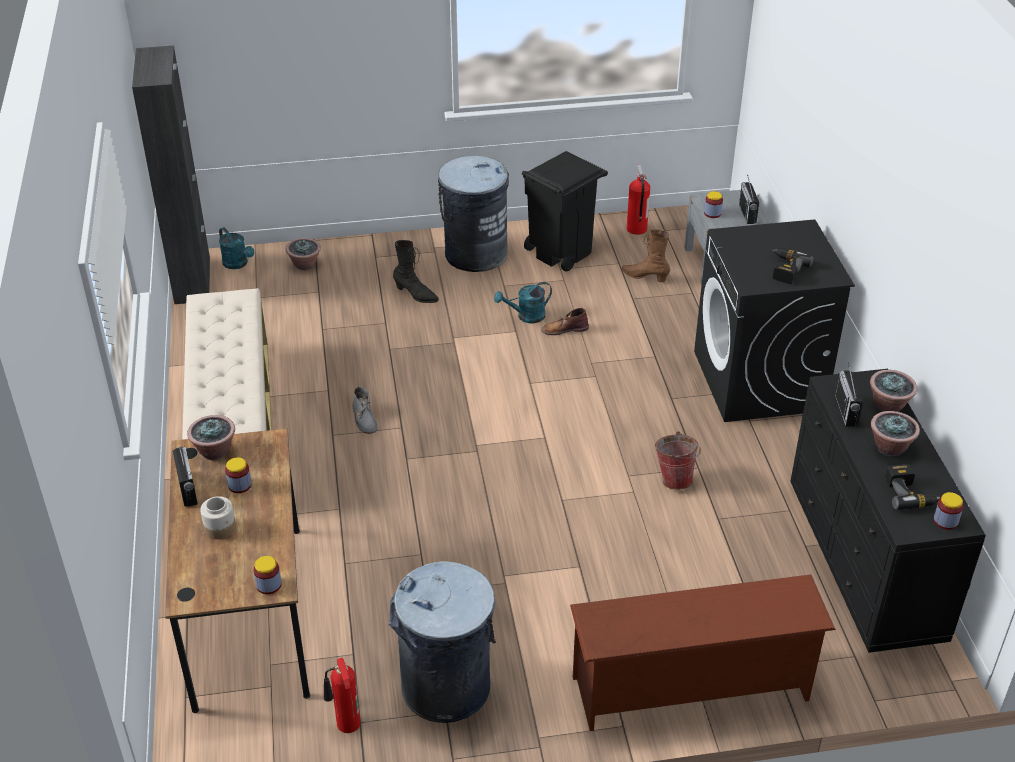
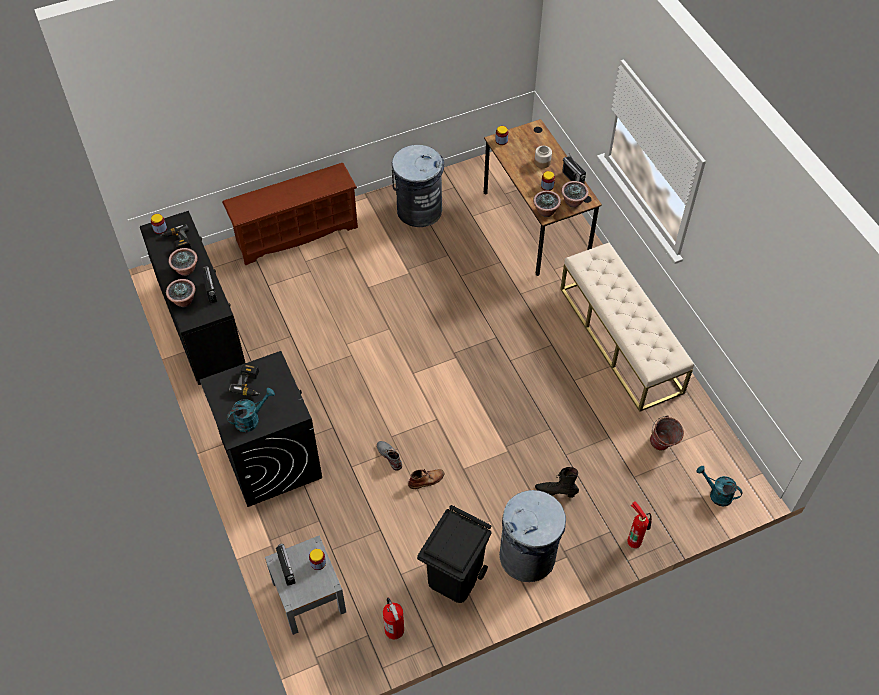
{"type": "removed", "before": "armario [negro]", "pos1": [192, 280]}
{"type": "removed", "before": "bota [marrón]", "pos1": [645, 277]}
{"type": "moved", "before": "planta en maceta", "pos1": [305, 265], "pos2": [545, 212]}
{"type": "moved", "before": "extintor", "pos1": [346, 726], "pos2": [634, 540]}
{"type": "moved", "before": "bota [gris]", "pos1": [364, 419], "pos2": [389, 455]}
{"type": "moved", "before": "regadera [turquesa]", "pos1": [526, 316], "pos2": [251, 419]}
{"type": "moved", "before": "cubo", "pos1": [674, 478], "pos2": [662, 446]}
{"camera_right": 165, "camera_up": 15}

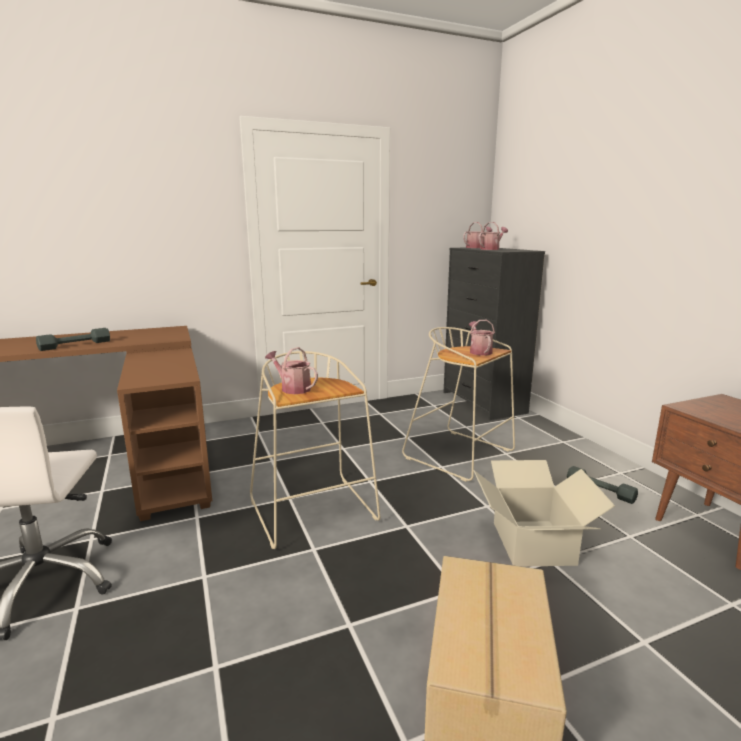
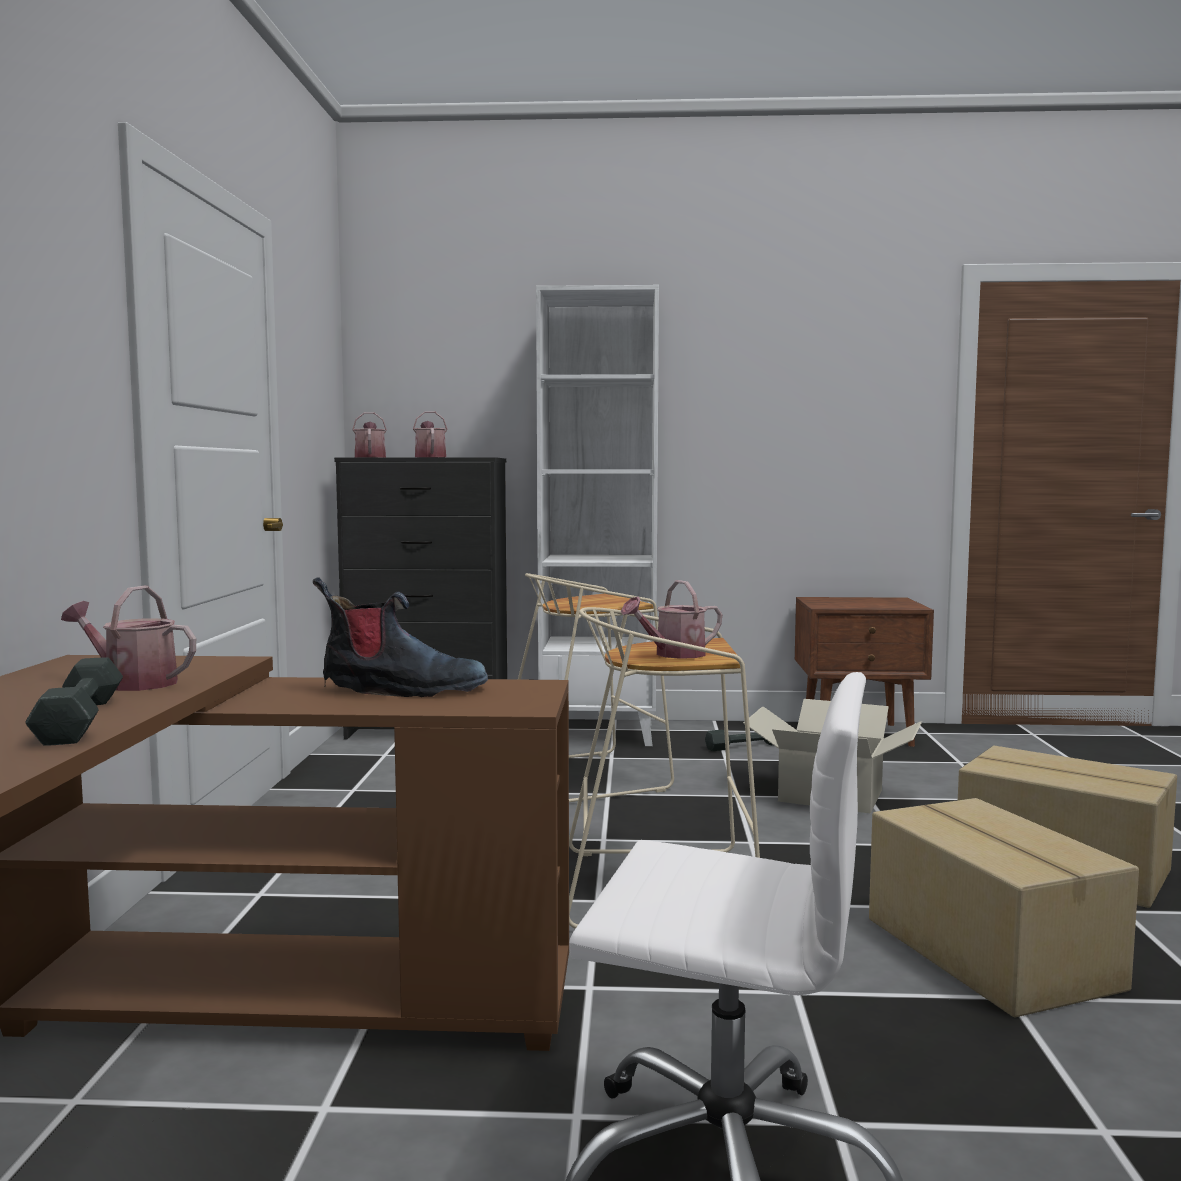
{"type": "added", "after": "bota", "pos2": [401, 690]}
{"type": "added", "after": "estantería [blanco]", "pos2": [600, 733]}
{"type": "added", "after": "caja de cartón", "pos2": [988, 953]}
{"type": "moved", "before": "regadera", "pos1": [479, 351], "pos2": [133, 683]}
{"camera_right": -65, "camera_up": -10}

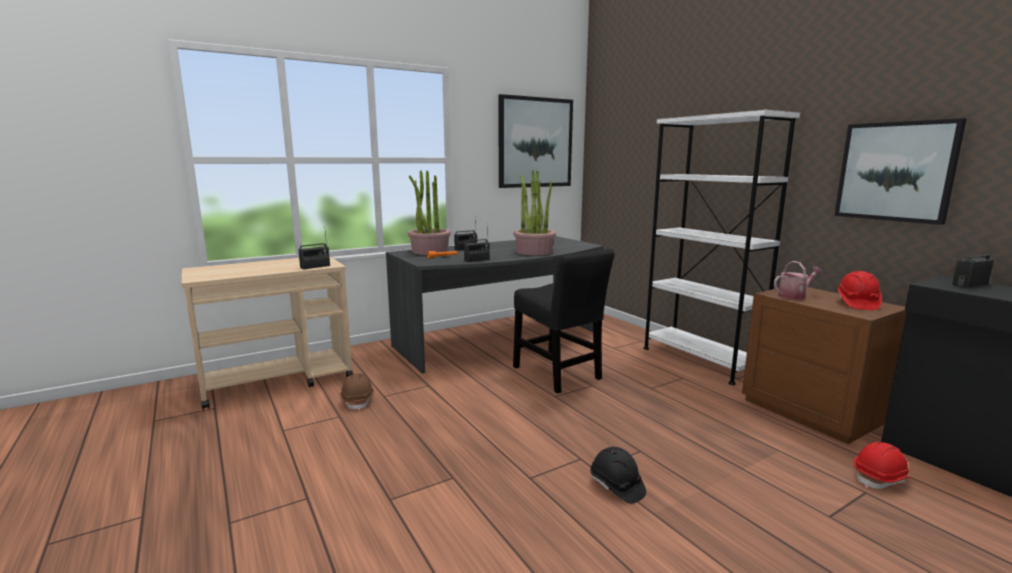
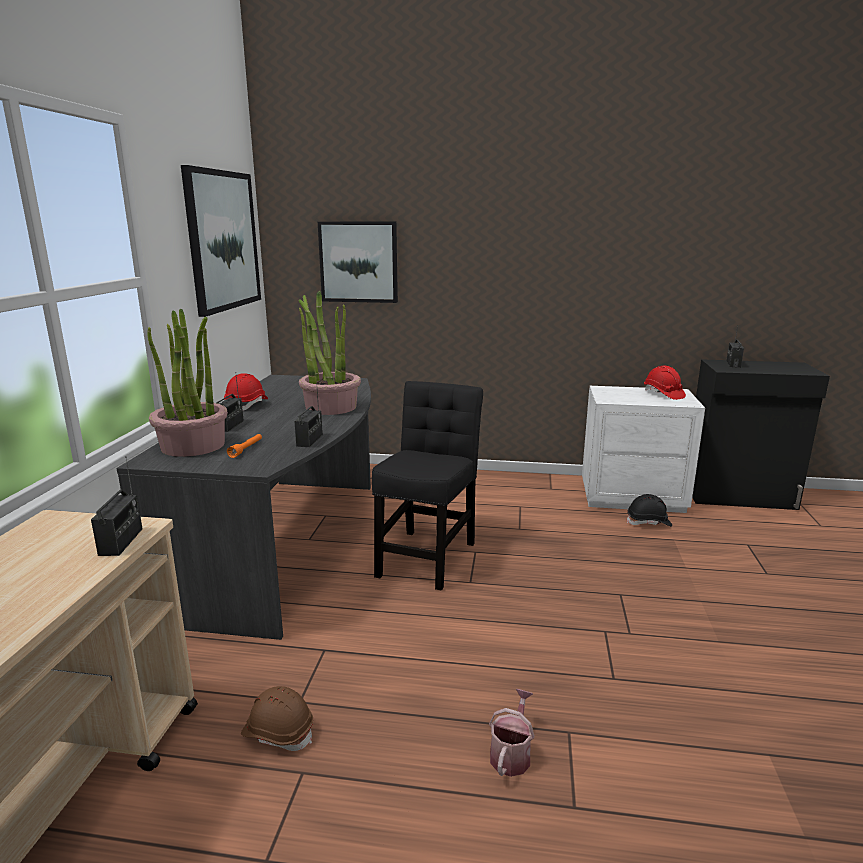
{"type": "removed", "before": "estantería [blanco]", "pos1": [699, 360]}
{"type": "moved", "before": "casco [negro]", "pos1": [616, 486], "pos2": [649, 522]}
{"type": "moved", "before": "regadera", "pos1": [794, 296], "pos2": [511, 753]}
{"type": "moved", "before": "cuadro", "pos1": [895, 171], "pos2": [359, 262]}
{"type": "moved", "before": "casco [rojo]", "pos1": [881, 478], "pos2": [247, 405]}
{"type": "recoloured", "before": "mesita de noche [marrón]", "after": "mesita de noche [blanco]", "pos1": [812, 411], "pos2": [632, 496]}
{"type": "turned", "before": "silla [negro]", "pos1": [558, 375], "pos2": [427, 556], "turn": -75}
{"camera_right": -50, "camera_up": 5}

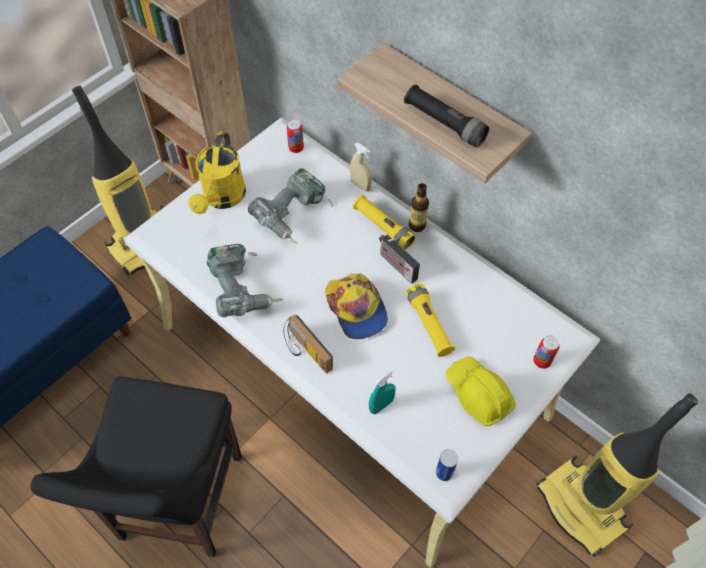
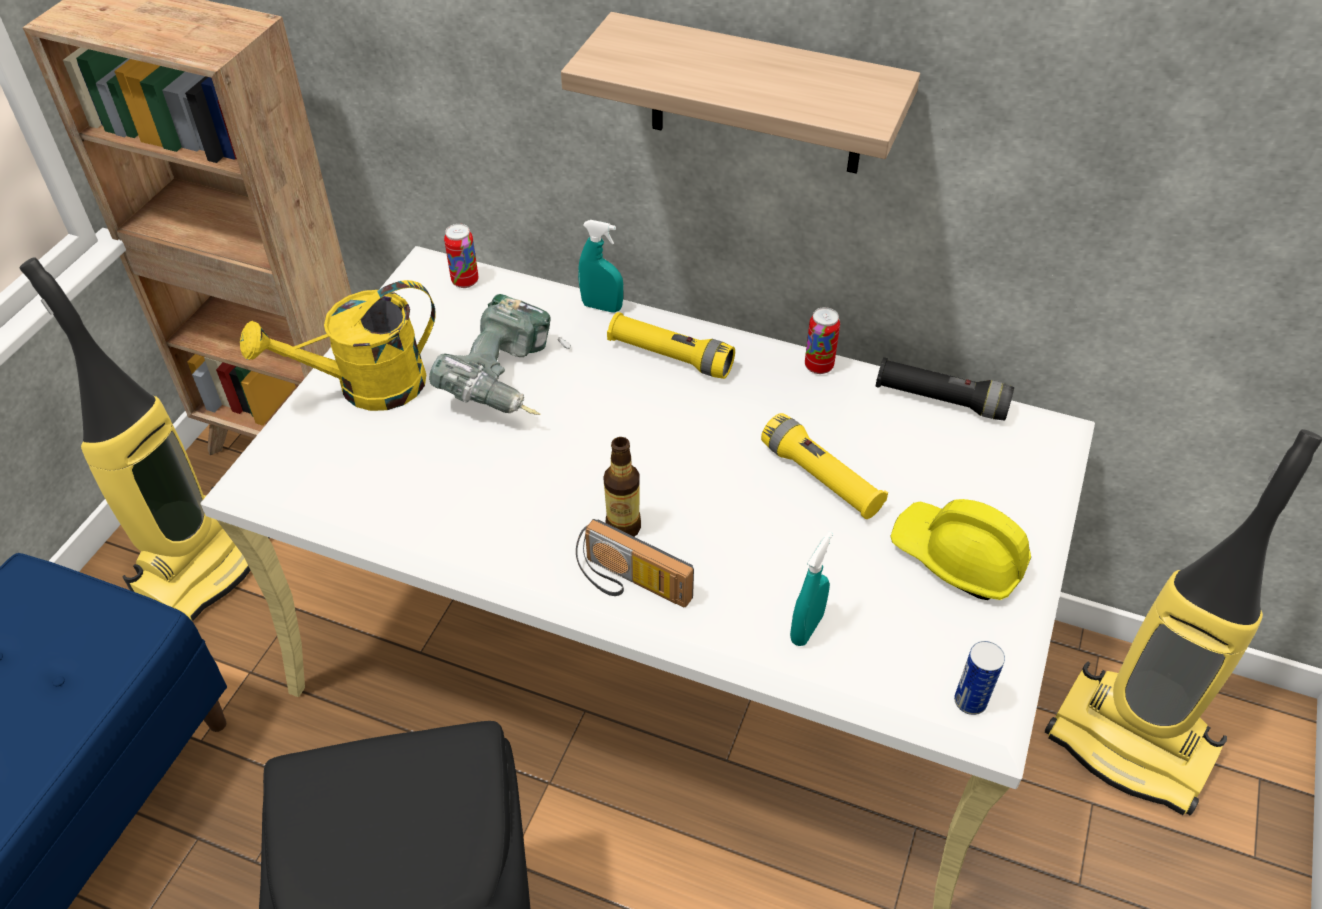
{"type": "removed", "before": "taladro", "pos1": [243, 290]}
{"type": "removed", "before": "gorra", "pos1": [356, 309]}
{"type": "removed", "before": "radio", "pos1": [396, 265]}
{"type": "moved", "before": "linterna [negro]", "pos1": [444, 123], "pos2": [940, 400]}
{"type": "moved", "before": "botella", "pos1": [417, 225], "pos2": [623, 527]}
{"type": "moved", "before": "lata", "pos1": [541, 361], "pos2": [818, 366]}
{"type": "recoloured", "before": "pulverizador [beis]", "after": "pulverizador [turquesa]", "pos1": [360, 185], "pos2": [602, 307]}
{"type": "turned", "before": "regadera [amarillo]", "pos1": [222, 198], "pos2": [366, 388], "turn": 75}
{"camera_right": -20, "camera_up": -10}

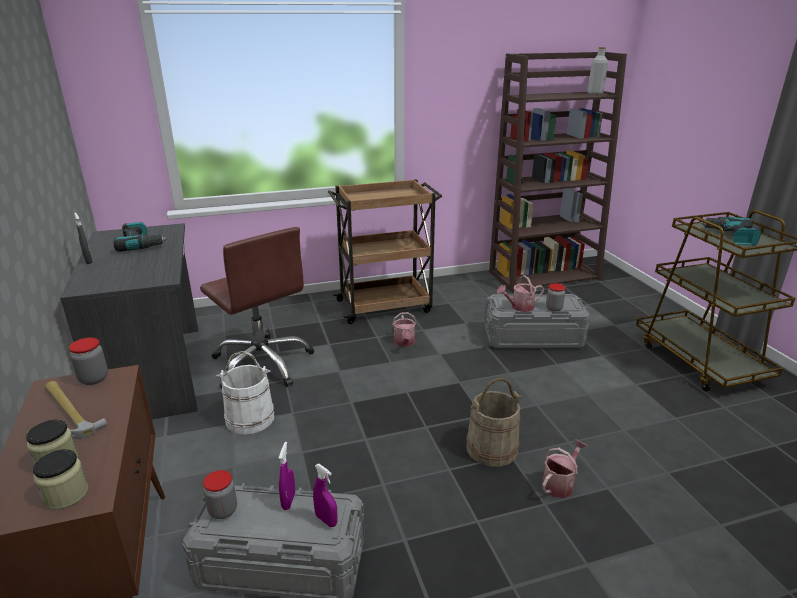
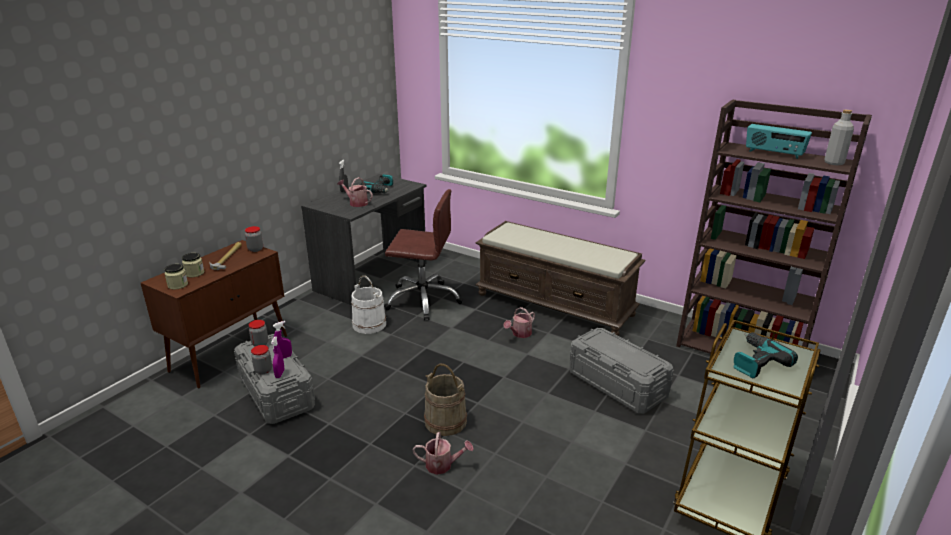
{"type": "added", "after": "radio", "pos2": [773, 154]}
{"type": "moved", "before": "regadera", "pos1": [519, 307], "pos2": [356, 203]}
{"type": "moved", "before": "tarro", "pos1": [554, 308], "pos2": [263, 370]}
{"type": "replaced", "before": "carrito [marrón]", "after": "banco [marrón]", "pos1": [385, 306], "pos2": [556, 304]}
{"type": "turned", "before": "silla de oficina [marrón]", "pos1": [262, 363], "pos2": [423, 300], "turn": -90}
{"camera_right": 50, "camera_up": 0}

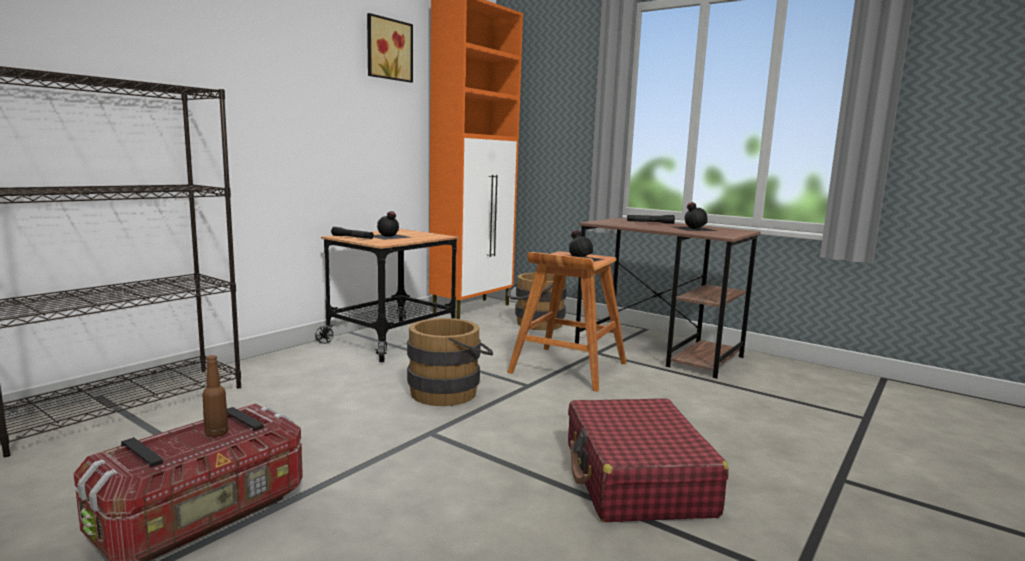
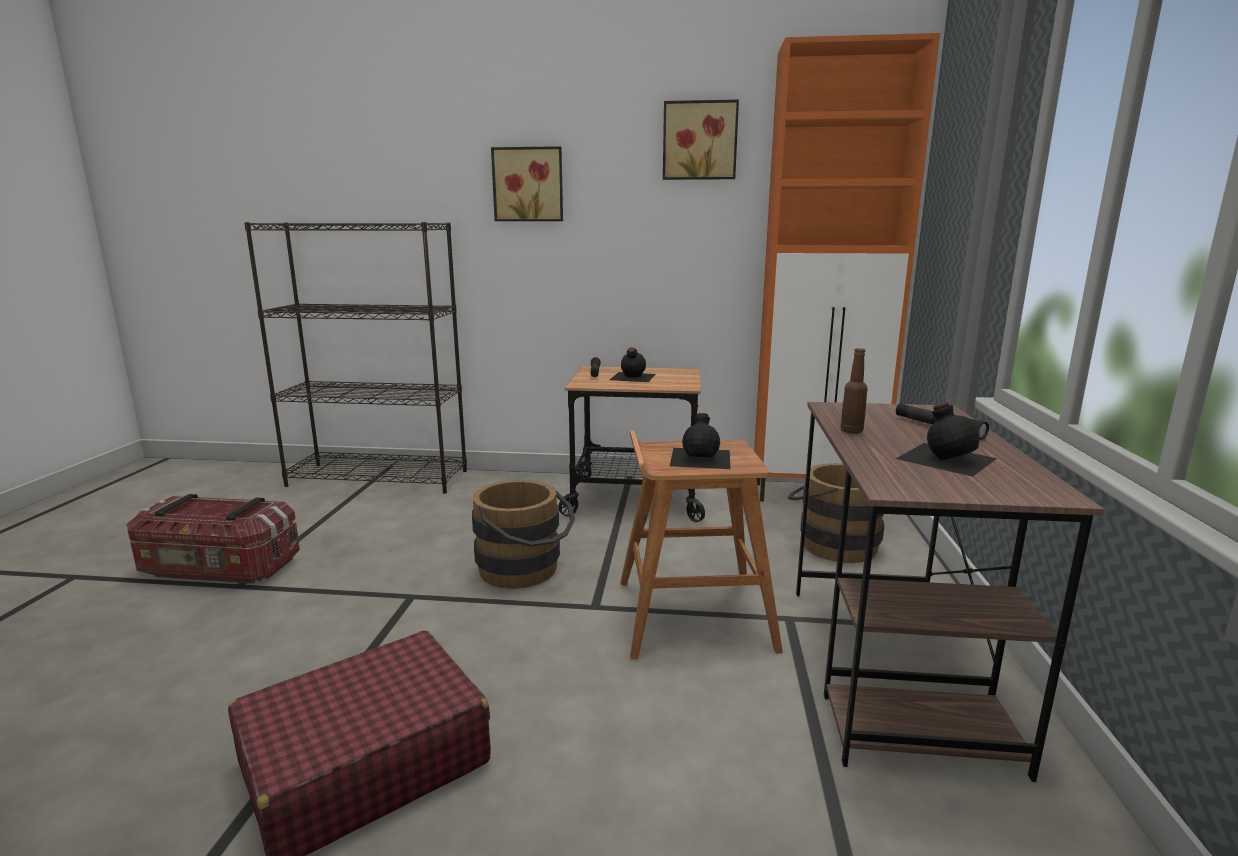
{"type": "added", "after": "cuadro", "pos2": [528, 185]}
{"type": "moved", "before": "botella [marrón]", "pos1": [216, 433], "pos2": [851, 431]}
{"camera_right": 60, "camera_up": 5}

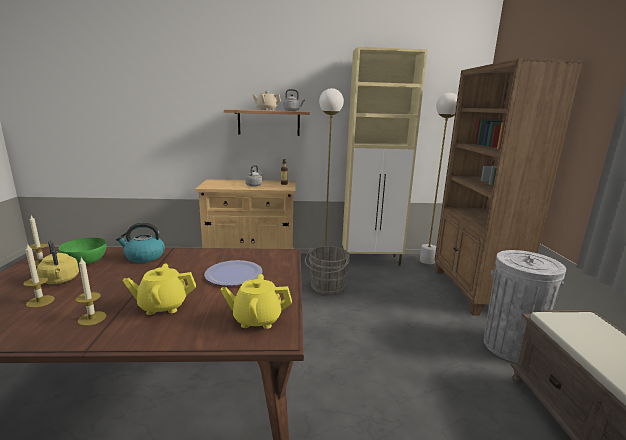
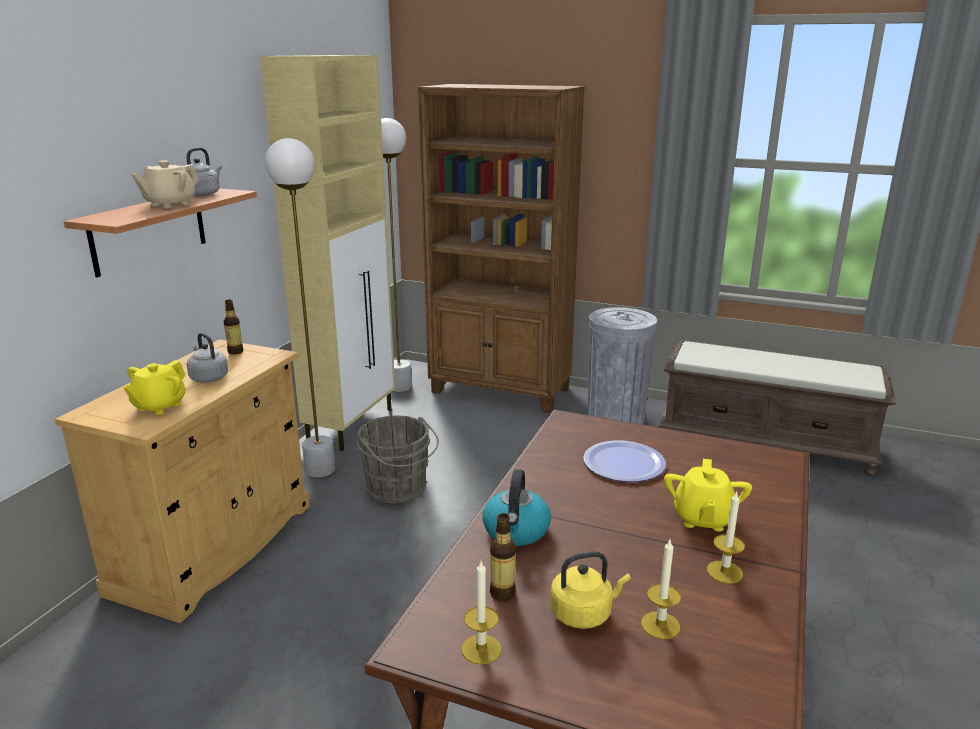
{"type": "moved", "before": "tetera [amarillo]", "pos1": [257, 319], "pos2": [159, 406]}
{"type": "replaced", "before": "cuenco [verde]", "after": "botella", "pos1": [85, 261], "pos2": [502, 593]}
{"camera_right": -65, "camera_up": 5}

